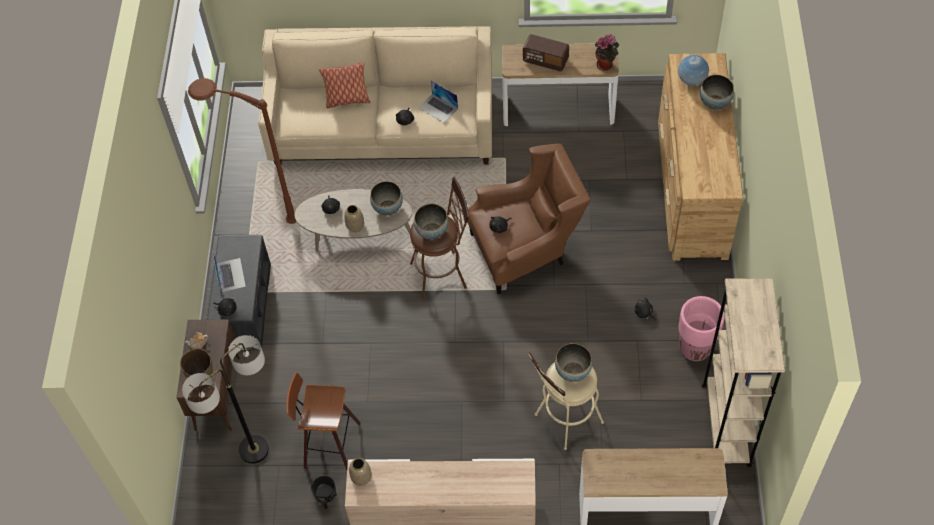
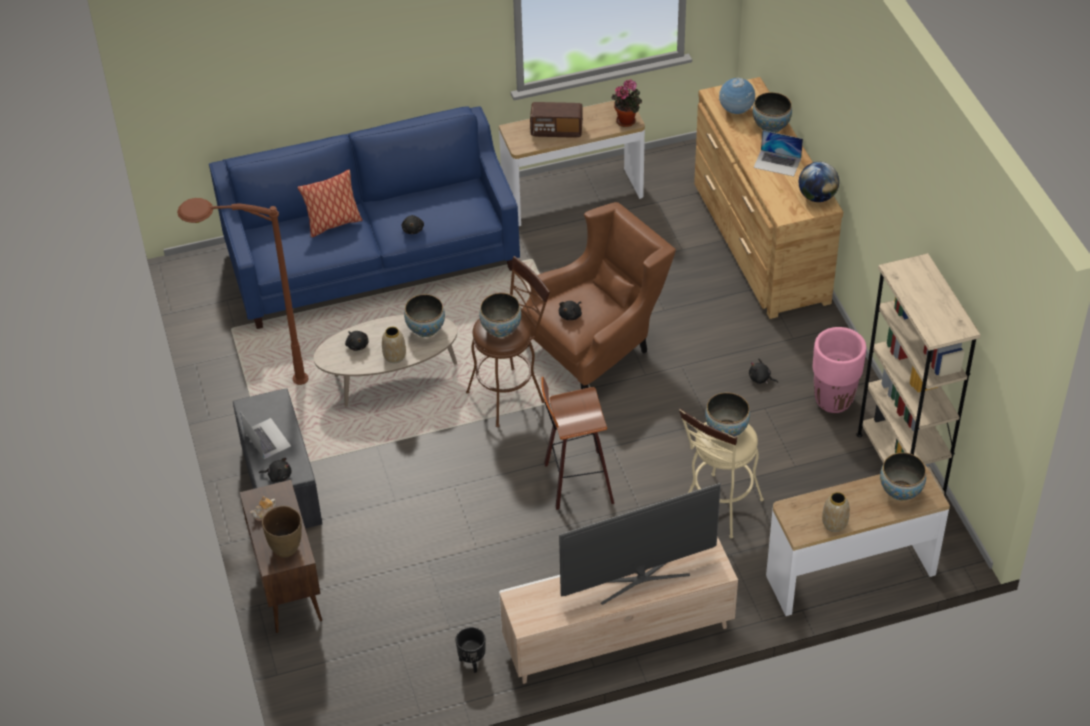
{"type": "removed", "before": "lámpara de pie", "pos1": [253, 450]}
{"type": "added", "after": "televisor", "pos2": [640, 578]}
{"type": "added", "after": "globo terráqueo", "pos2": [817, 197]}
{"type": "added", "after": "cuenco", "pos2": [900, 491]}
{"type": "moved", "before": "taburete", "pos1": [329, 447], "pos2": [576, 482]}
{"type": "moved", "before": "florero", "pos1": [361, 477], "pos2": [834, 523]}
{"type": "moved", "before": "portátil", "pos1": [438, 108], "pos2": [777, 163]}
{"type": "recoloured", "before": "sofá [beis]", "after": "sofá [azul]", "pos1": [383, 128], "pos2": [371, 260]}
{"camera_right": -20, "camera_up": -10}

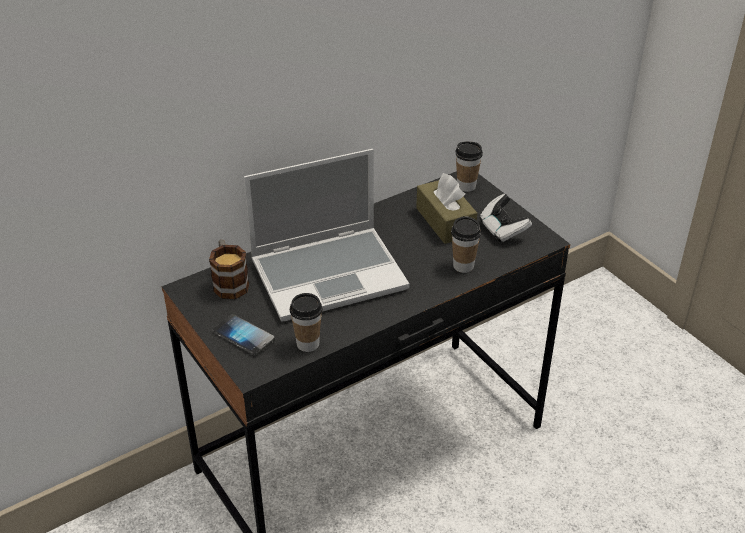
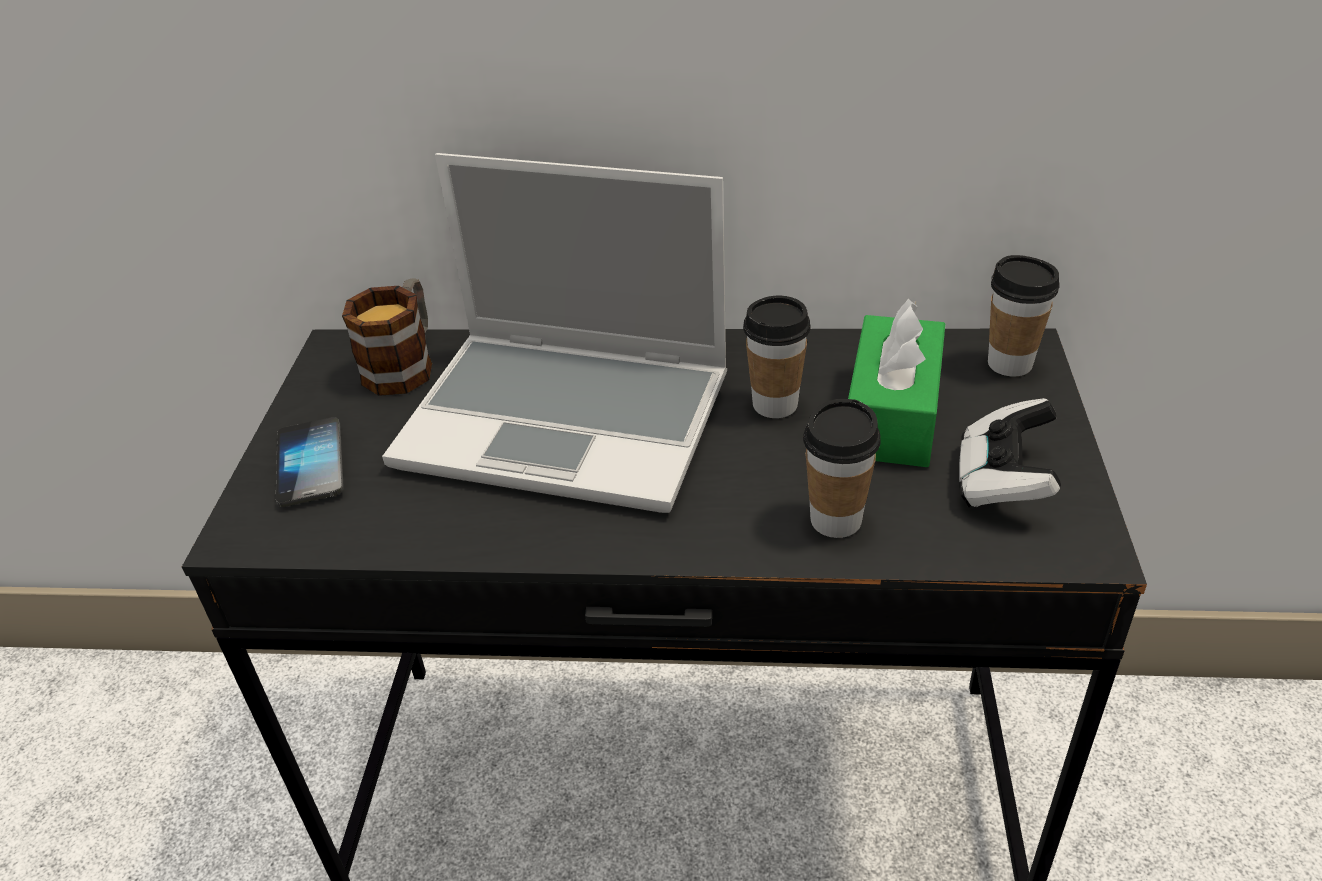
{"type": "moved", "before": "taza", "pos1": [308, 344], "pos2": [775, 404]}
{"type": "recoloured", "before": "caja de pañuelos [marrón]", "after": "caja de pañuelos [verde]", "pos1": [445, 221], "pos2": [892, 414]}
{"camera_right": 40, "camera_up": 0}

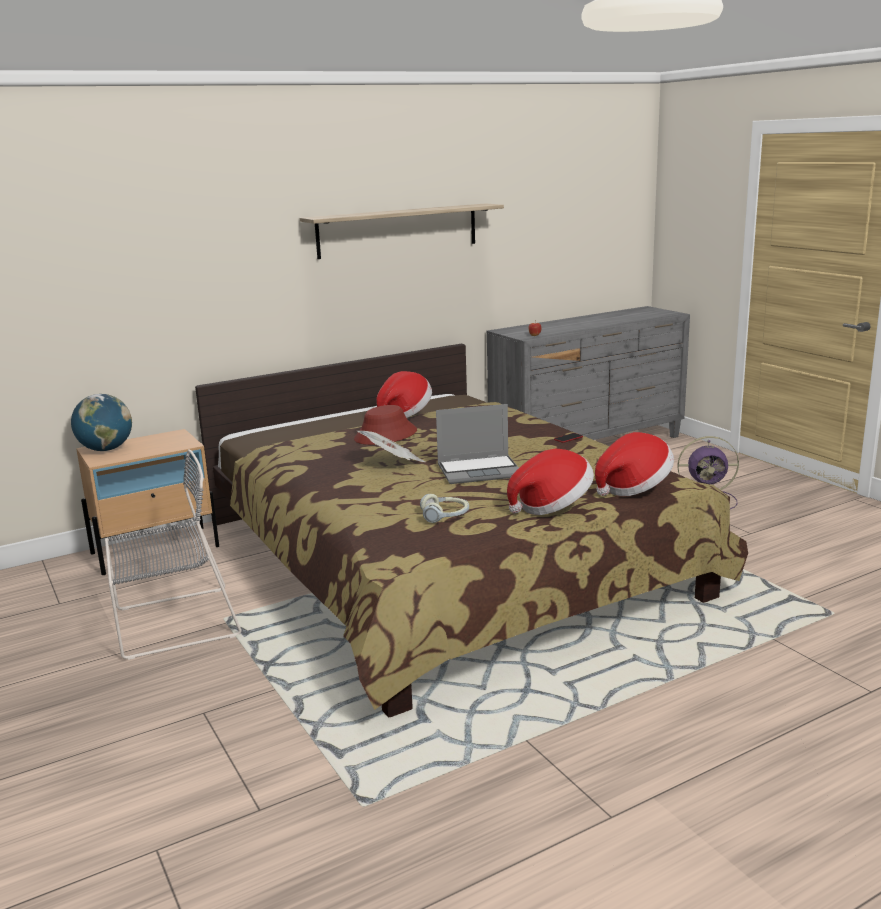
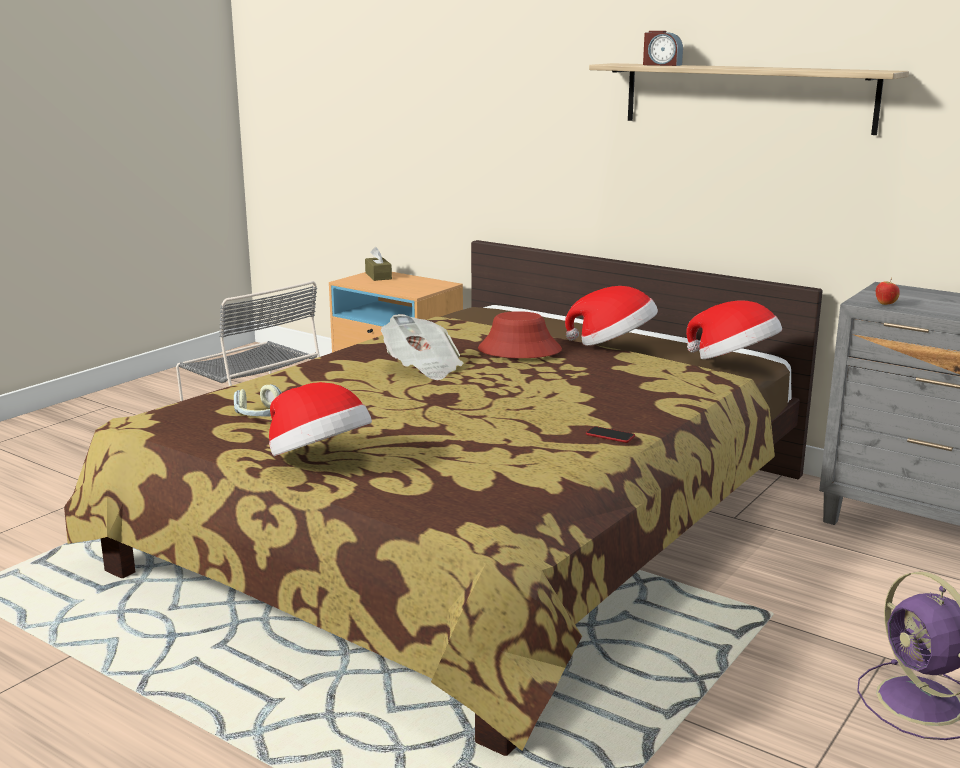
{"type": "removed", "before": "portátil", "pos1": [480, 471]}
{"type": "added", "after": "despertador", "pos2": [661, 65]}
{"type": "moved", "before": "sombrero", "pos1": [633, 487], "pos2": [734, 361]}
{"type": "replaced", "before": "globo terráqueo", "after": "caja de pañuelos [marrón]", "pos1": [106, 449], "pos2": [378, 276]}
{"camera_right": 65, "camera_up": 0}

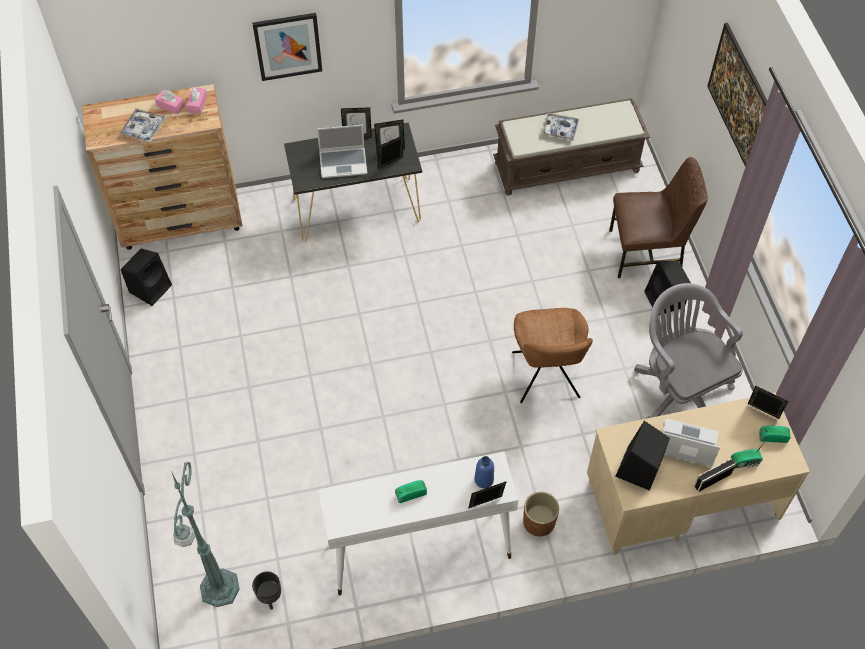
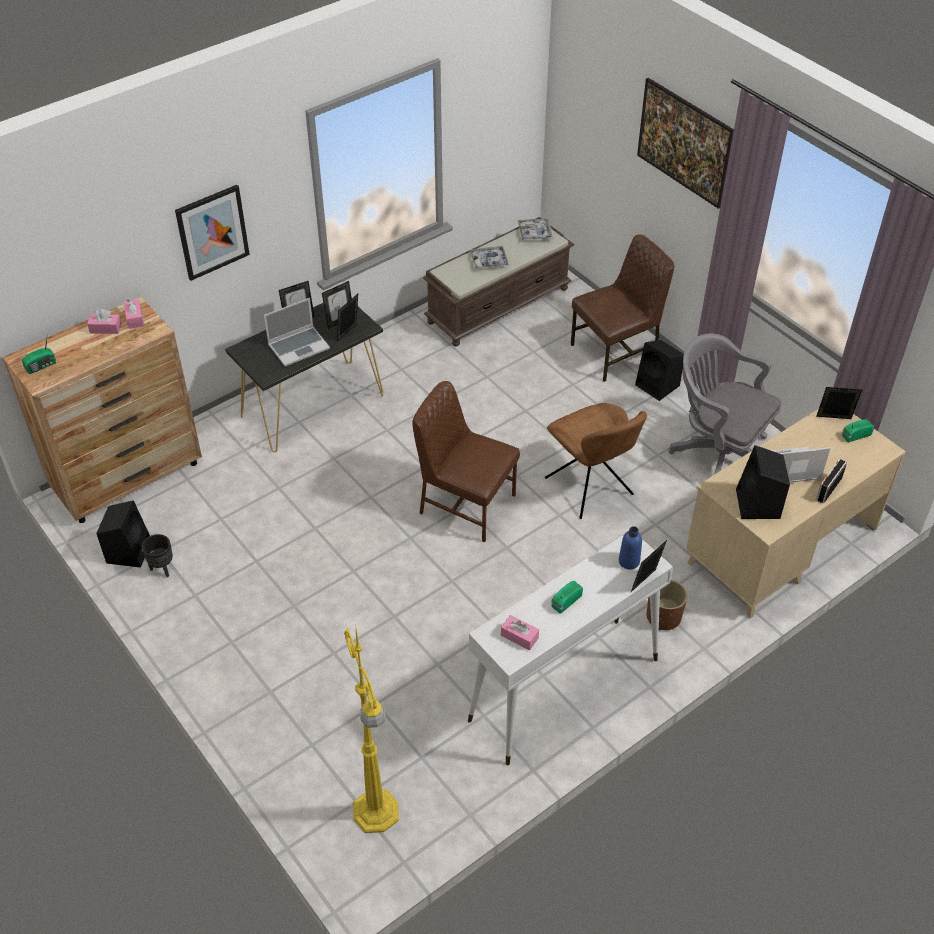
{"type": "added", "after": "silla [marrón]", "pos2": [465, 504]}
{"type": "added", "after": "caja de pañuelos [rosa]", "pos2": [519, 636]}
{"type": "moved", "before": "bandeja", "pos1": [144, 128], "pos2": [535, 233]}
{"type": "moved", "before": "maceta [negro]", "pos1": [270, 597], "pos2": [162, 568]}
{"type": "moved", "before": "radio", "pos1": [746, 462], "pos2": [42, 366]}
{"type": "recoloured", "before": "lámpara de pie [verde]", "after": "lámpara de pie [amarillo]", "pos1": [219, 590], "pos2": [376, 814]}
{"camera_right": -25, "camera_up": -10}

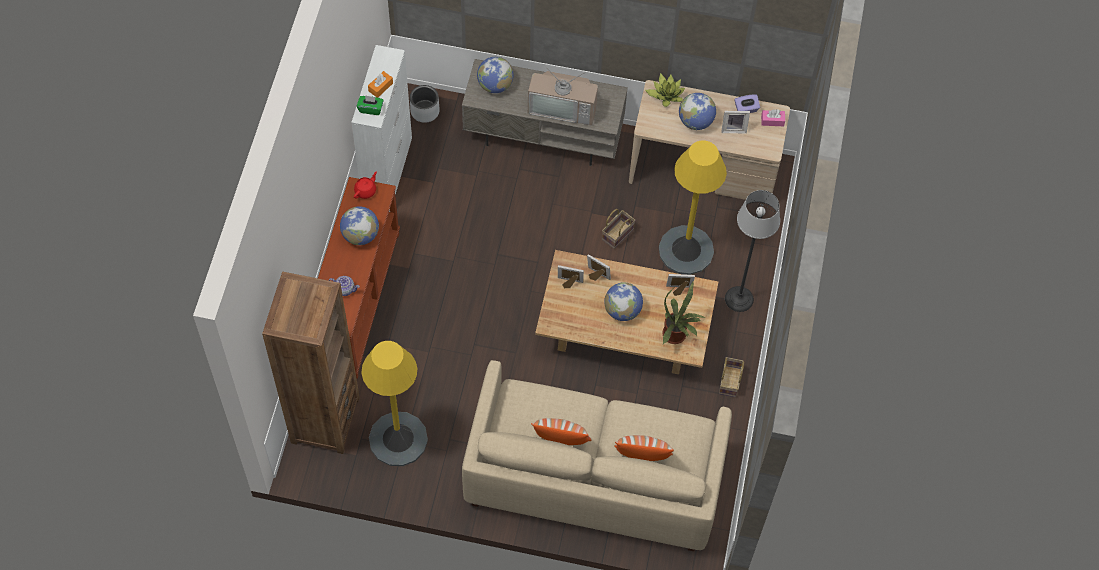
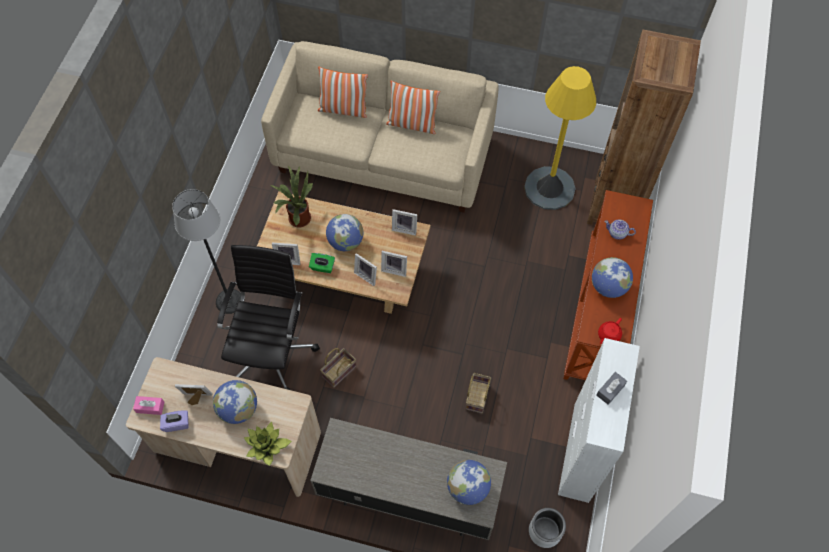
{"type": "removed", "before": "televisor", "pos1": [563, 107]}
{"type": "added", "after": "portarretratos", "pos2": [405, 228]}
{"type": "moved", "before": "caja de pañuelos [verde]", "pos1": [370, 109], "pos2": [322, 267]}
{"type": "moved", "before": "cesta", "pos1": [730, 382], "pos2": [477, 395]}
{"type": "replaced", "before": "lámpara de pie [amarillo]", "after": "silla de oficina [negro]", "pos1": [686, 250], "pos2": [272, 352]}
{"type": "recoloured", "before": "caja de pañuelos [naranja]", "after": "caja de pañuelos [gris]", "pos1": [380, 87], "pos2": [610, 390]}
{"camera_right": -175, "camera_up": 0}

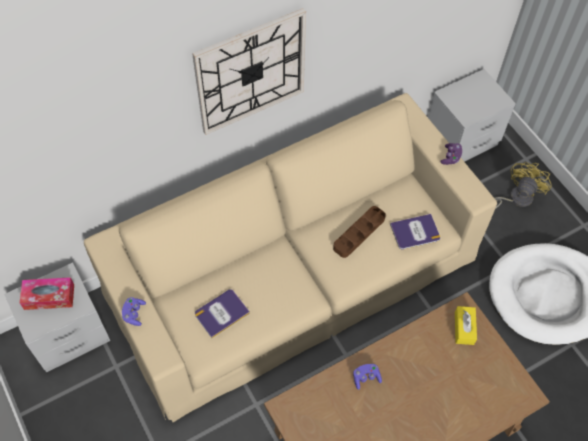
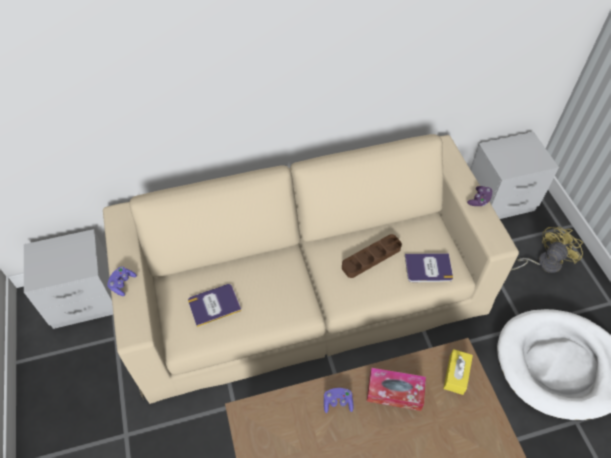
{"type": "removed", "before": "reloj de pared", "pos1": [251, 72]}
{"type": "moved", "before": "caja de pañuelos", "pos1": [49, 297], "pos2": [395, 392]}
{"camera_right": 15, "camera_up": -5}

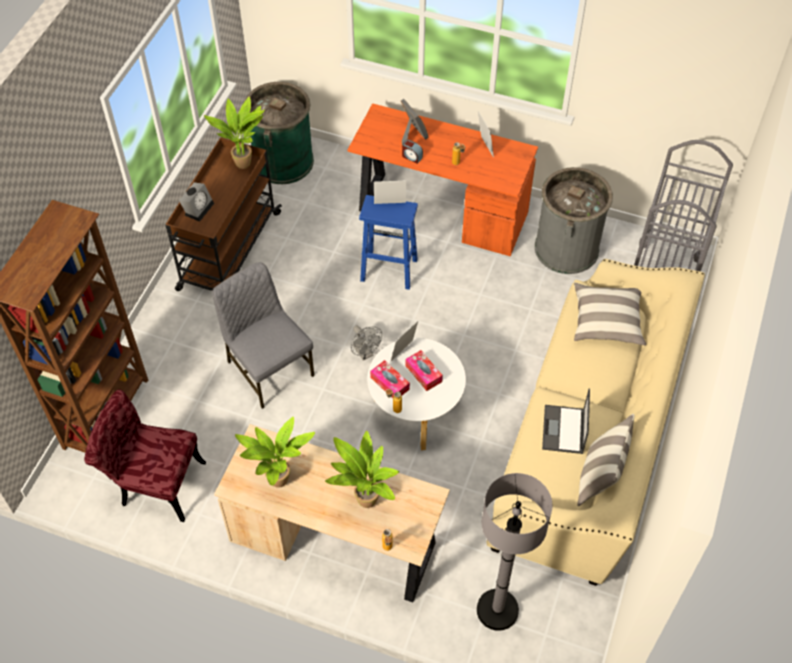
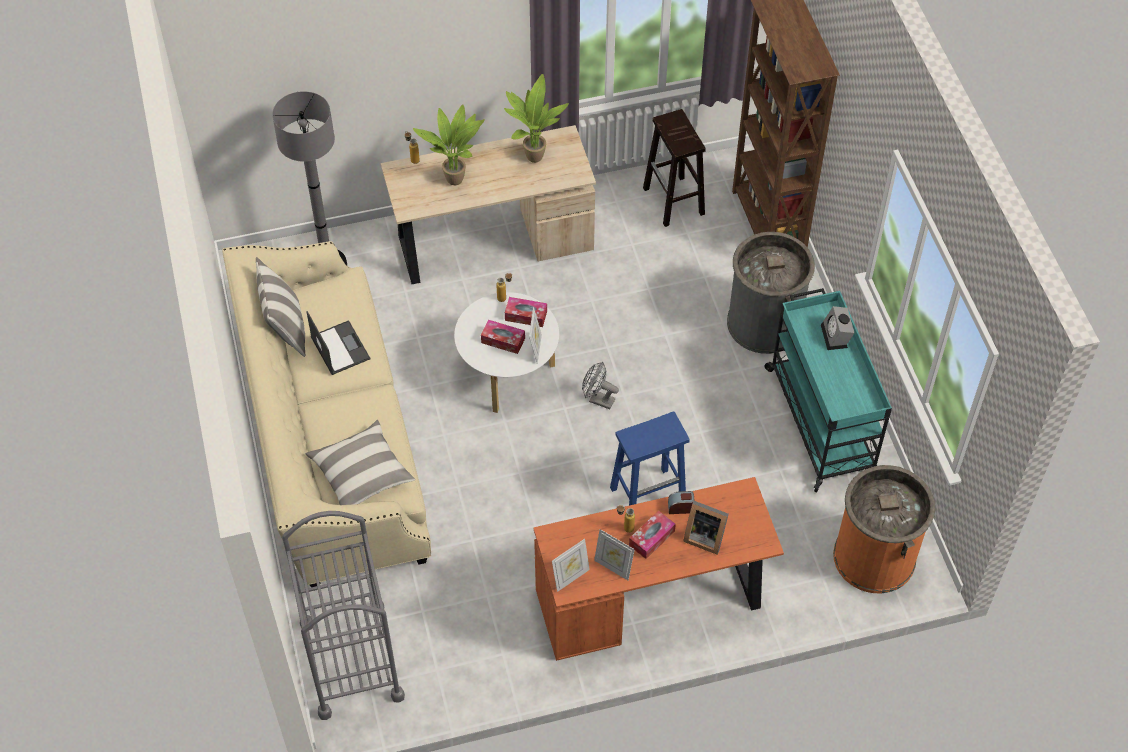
{"type": "removed", "before": "planta en maceta", "pos1": [244, 162]}
{"type": "removed", "before": "silla [gris]", "pos1": [268, 368]}
{"type": "added", "after": "caja de pañuelos", "pos2": [651, 538]}
{"type": "moved", "before": "portarretratos", "pos1": [390, 205], "pos2": [570, 577]}
{"type": "moved", "before": "papelera [gris]", "pos1": [566, 248], "pos2": [764, 323]}
{"type": "replaced", "before": "silla [rojo]", "after": "taburete [marrón]", "pos1": [154, 482], "pos2": [674, 202]}
{"type": "recoloured", "before": "carrito [marrón]", "after": "carrito [turquesa]", "pos1": [228, 252], "pos2": [820, 420]}
{"type": "recoloured", "before": "papelera [verde]", "after": "papelera [naranja]", "pos1": [283, 161], "pos2": [874, 557]}
{"camera_right": 145, "camera_up": 0}

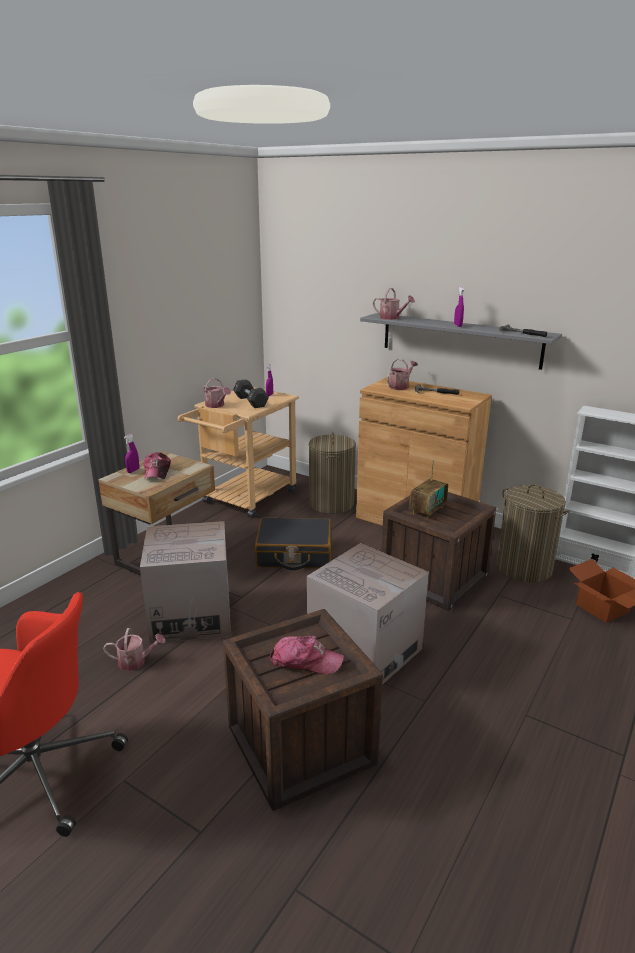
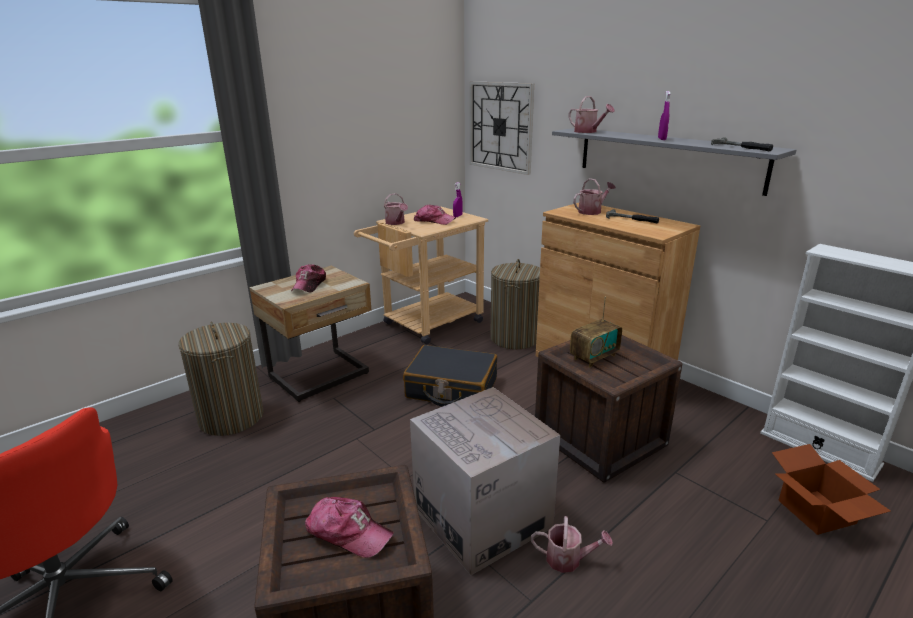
{"type": "removed", "before": "pulverizador [morado]", "pos1": [133, 471]}
{"type": "removed", "before": "caja de cartón", "pos1": [191, 616]}
{"type": "added", "after": "reloj de pared", "pos2": [500, 127]}
{"type": "moved", "before": "regadera", "pos1": [136, 661], "pos2": [568, 559]}
{"type": "moved", "before": "cesto de la ropa", "pos1": [524, 568], "pos2": [231, 417]}
{"type": "replaced", "before": "mancuerna [negro]", "after": "gorra", "pos1": [250, 401], "pos2": [434, 221]}
{"camera_right": 15, "camera_up": 0}

